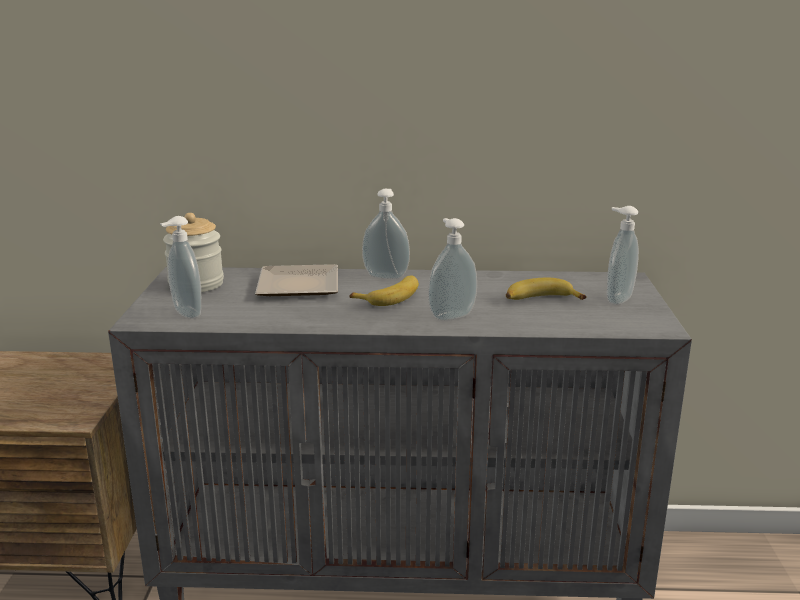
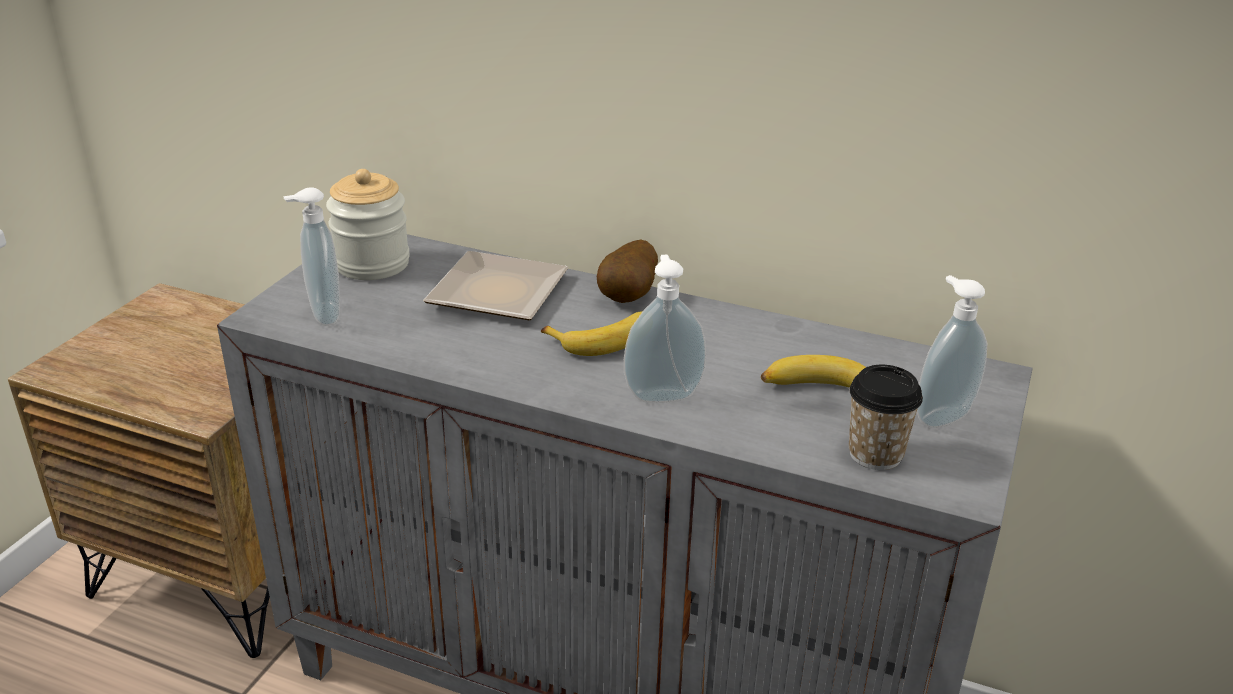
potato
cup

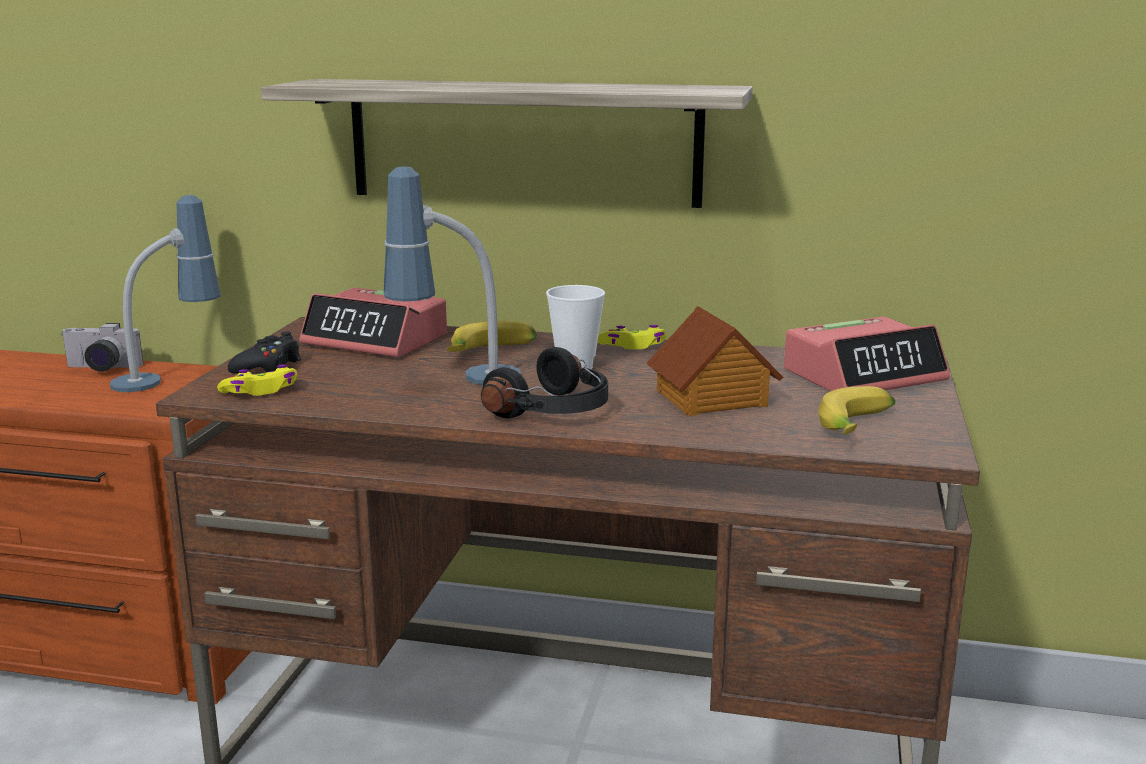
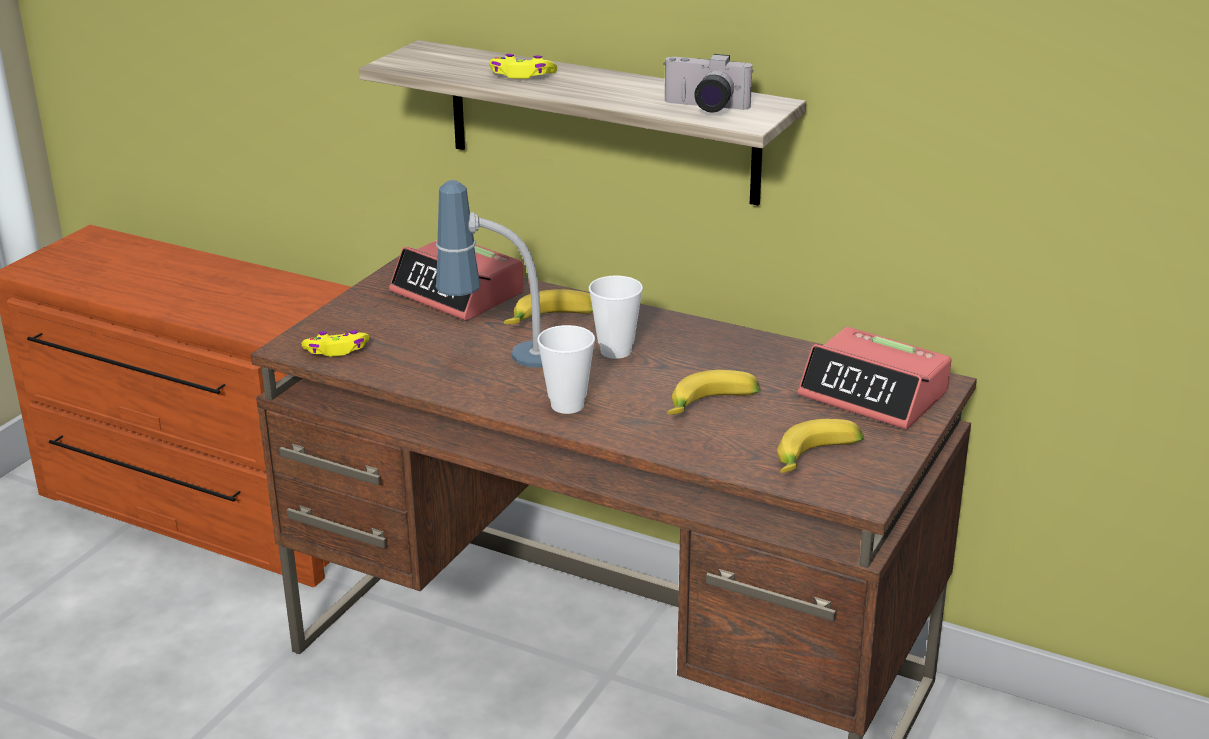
yellow game controller (no. 2 from left)
cup (no. 1 from left)
photo camera
banana (no. 2 from left)
alarm clock (no. 2 from left)
table lamp (no. 1 from left in the first image)
black game controller

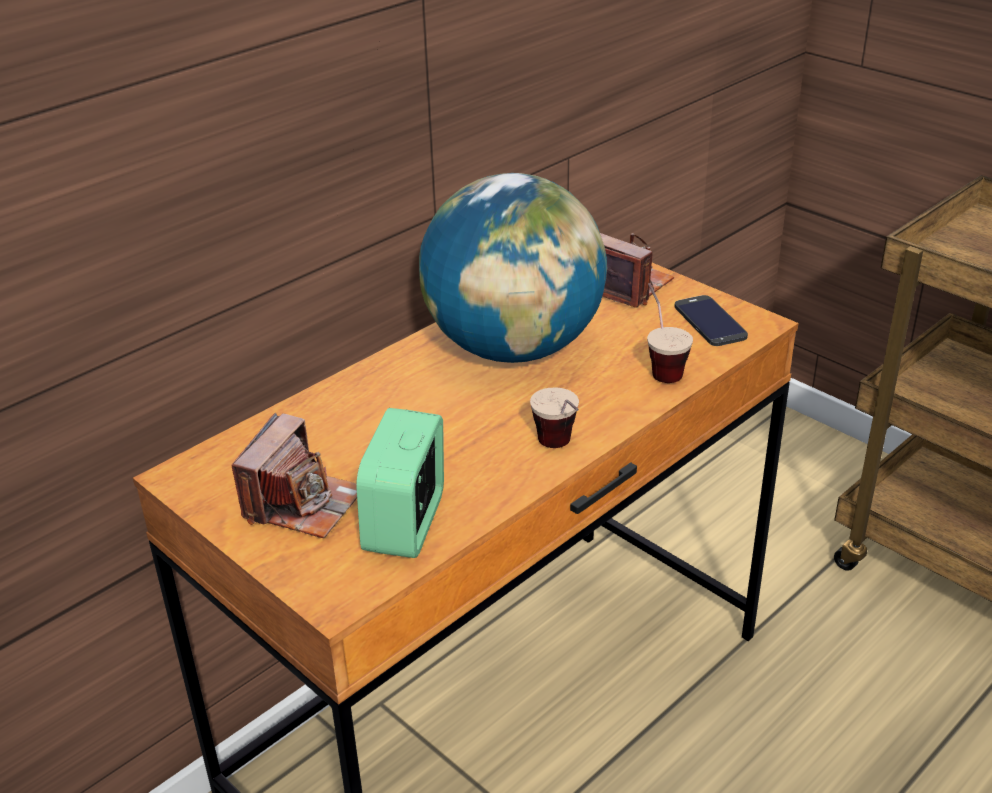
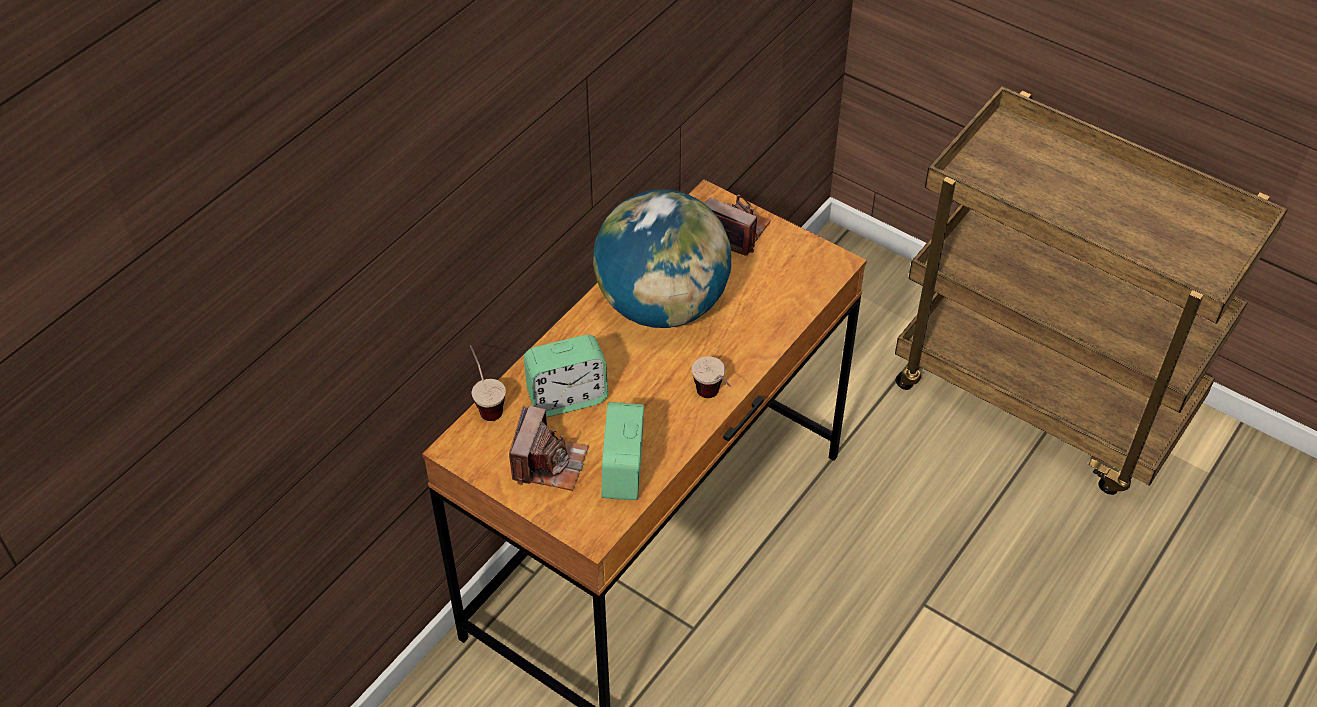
cup (no. 1 from left)
alarm clock (no. 1 from left)
phone

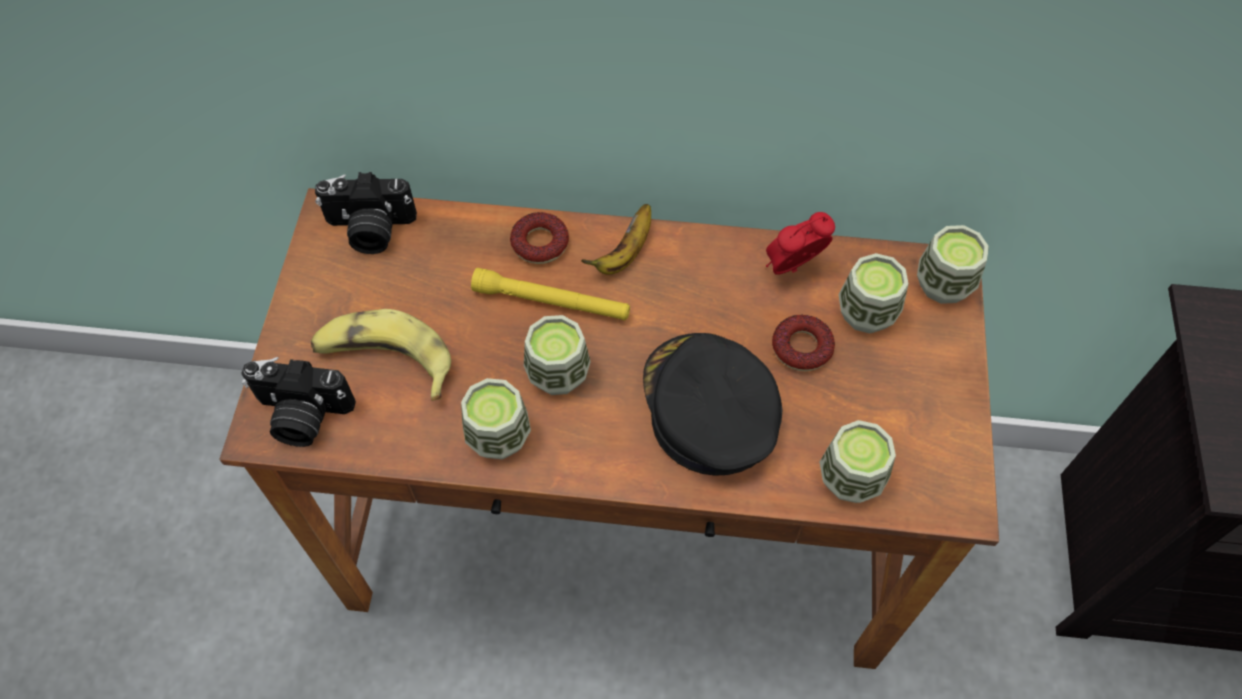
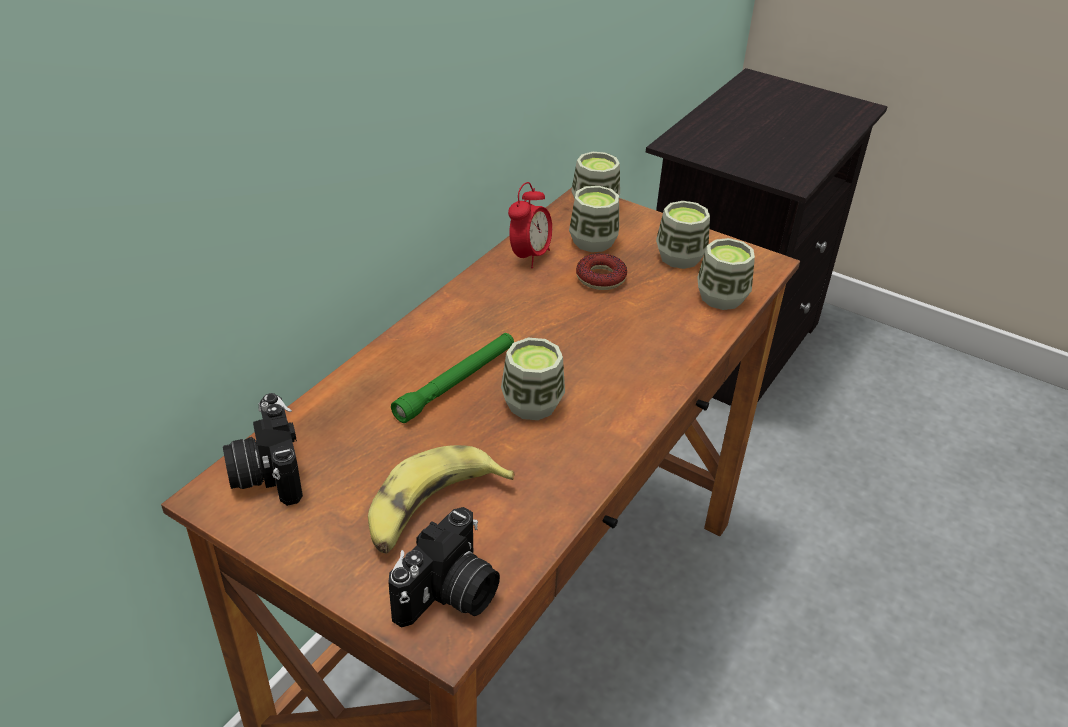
photo camera (no. 1 from left)
green flashlight
alarm clock
cup (no. 4 from left)
donut (no. 1 from left in the first image)
banana (no. 2 from left in the first image)
black cap

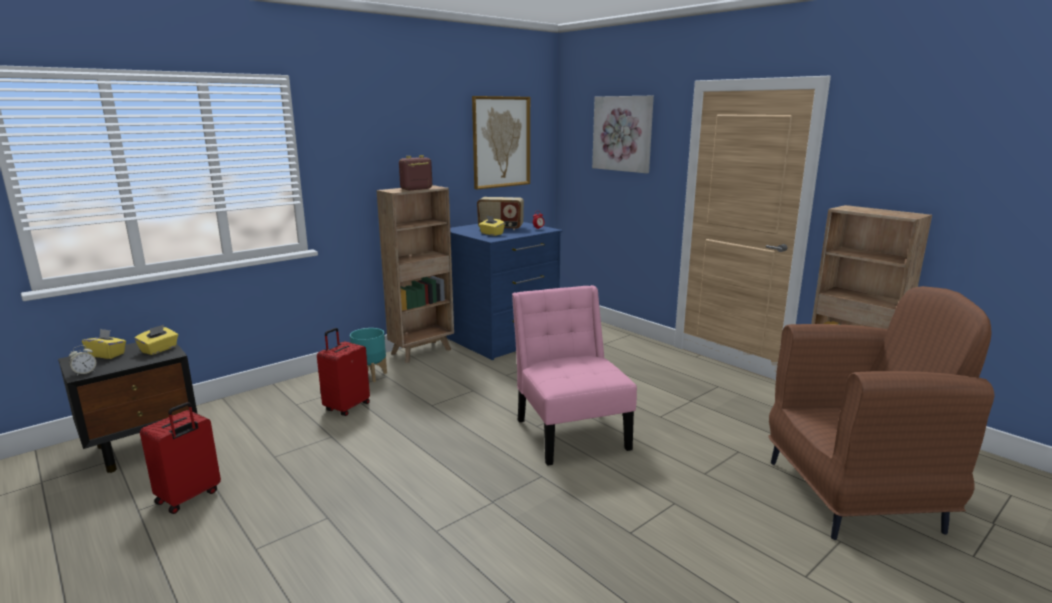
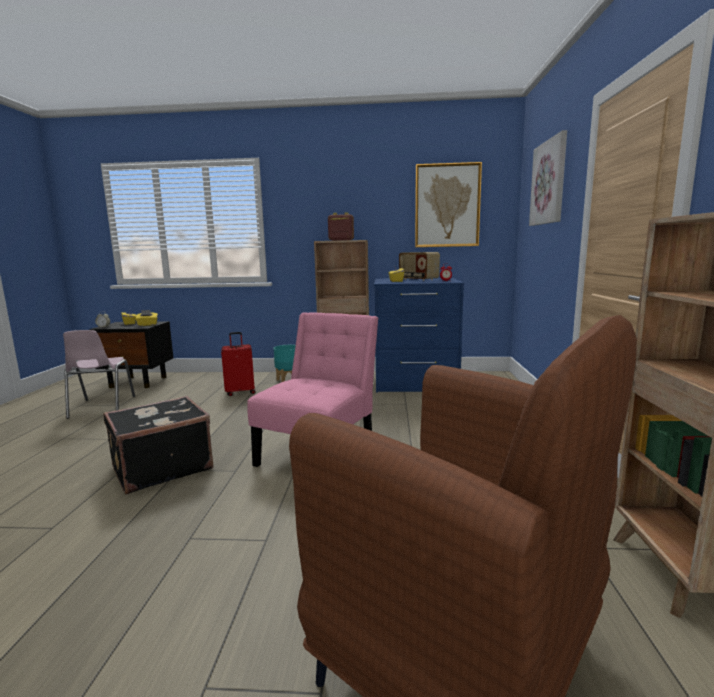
pink chair (no. 1 from left)
black suitcase

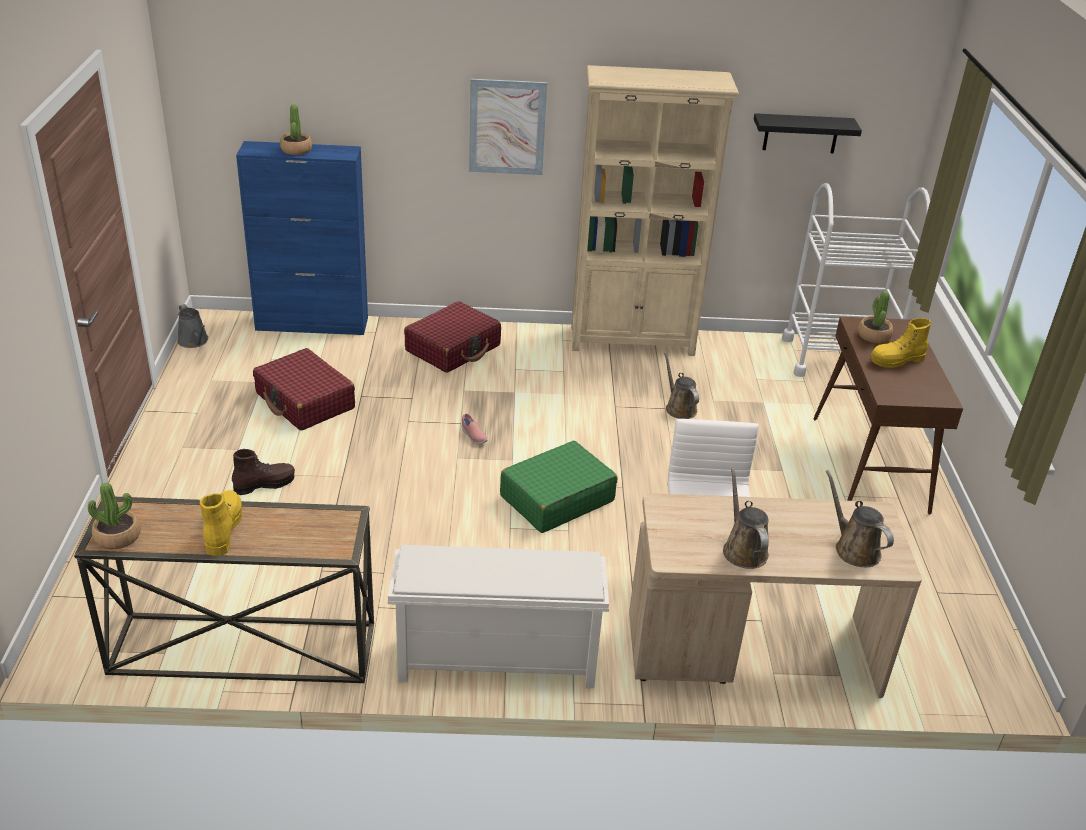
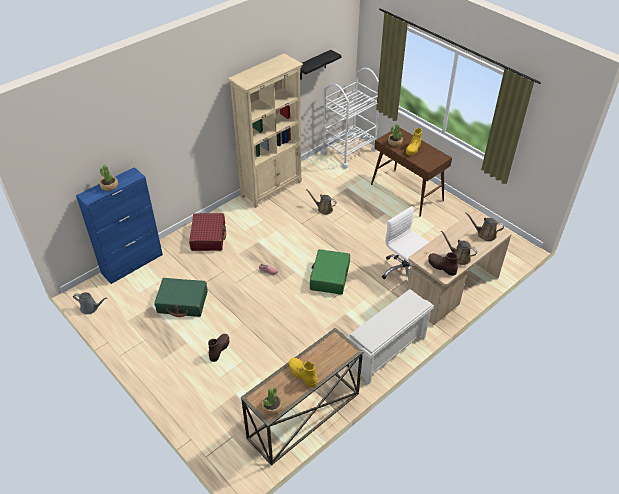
green suitcase (no. 1 from left)
brown boot (no. 2 from left)
picture

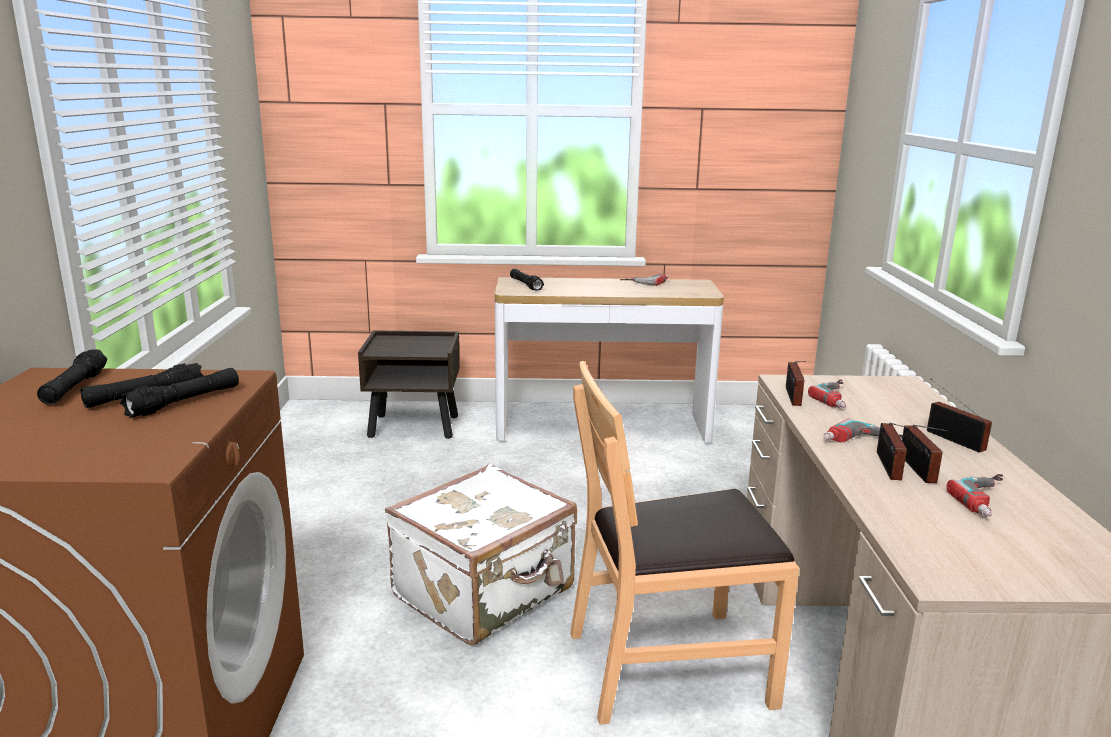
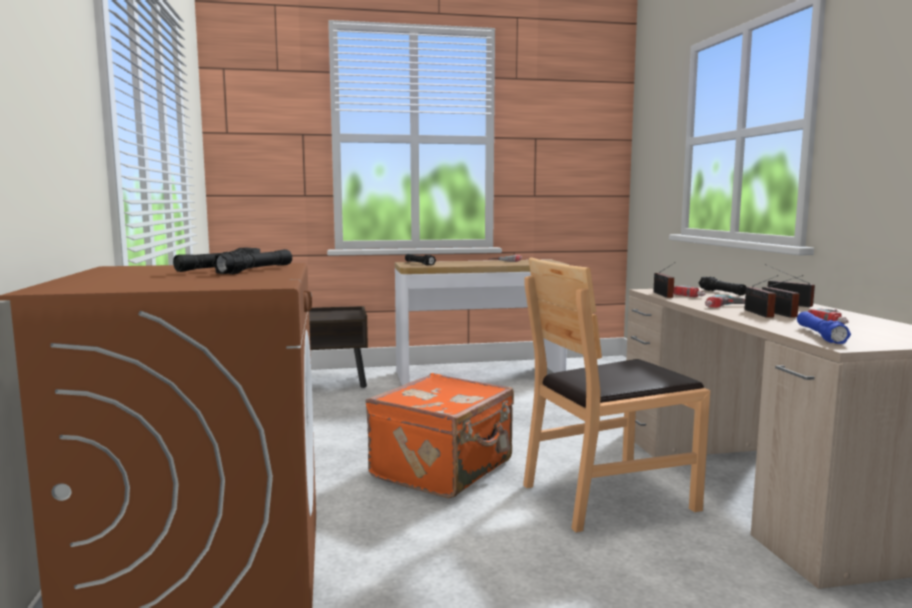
orange suitcase
black flashlight (no. 4 from left)
blue flashlight

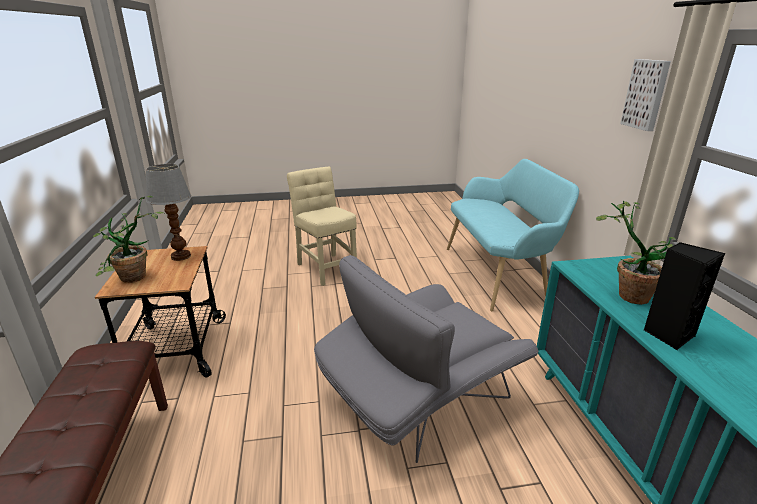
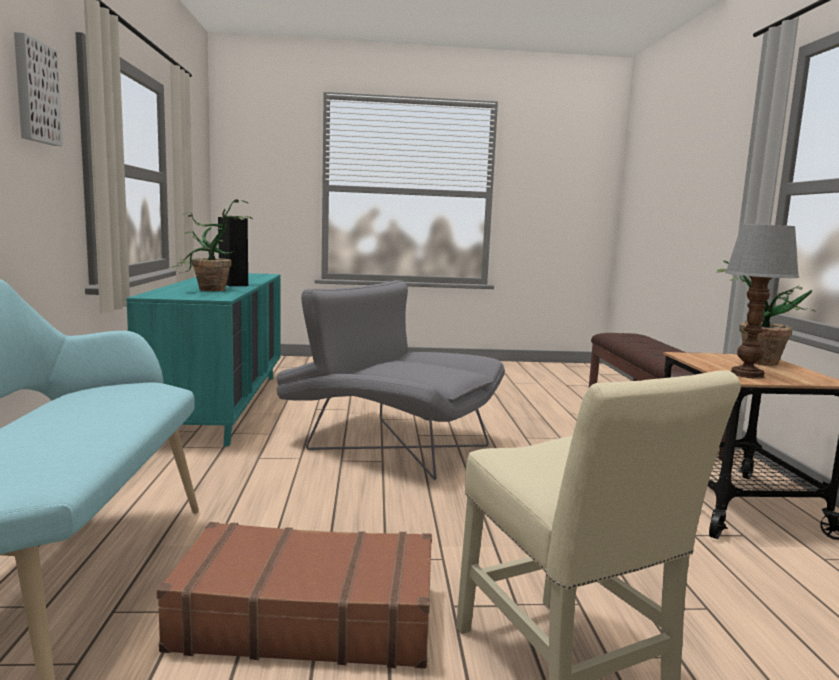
brown suitcase
grey armchair

